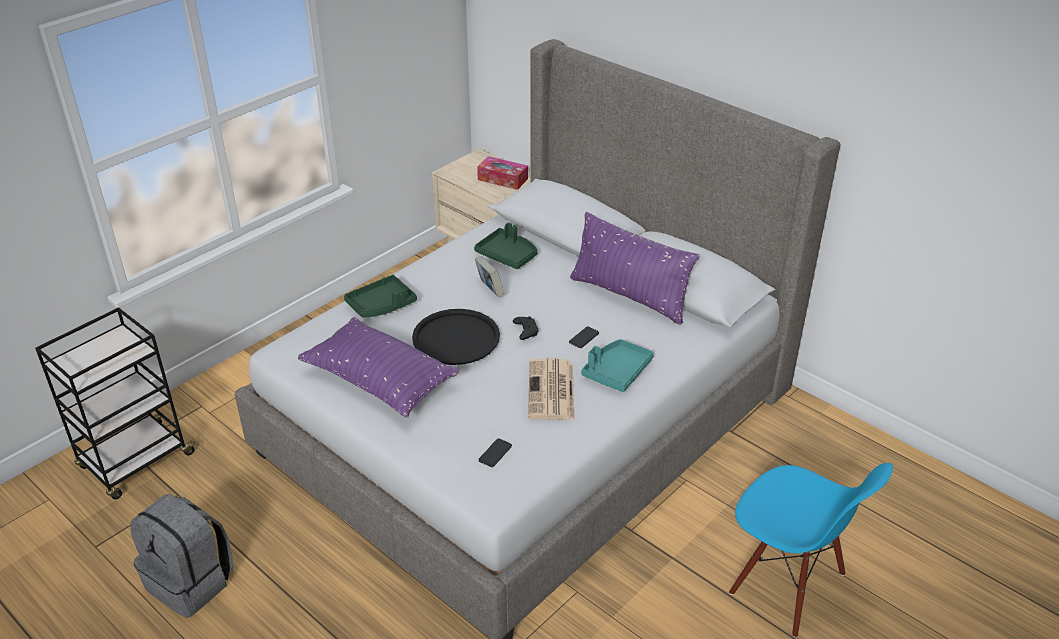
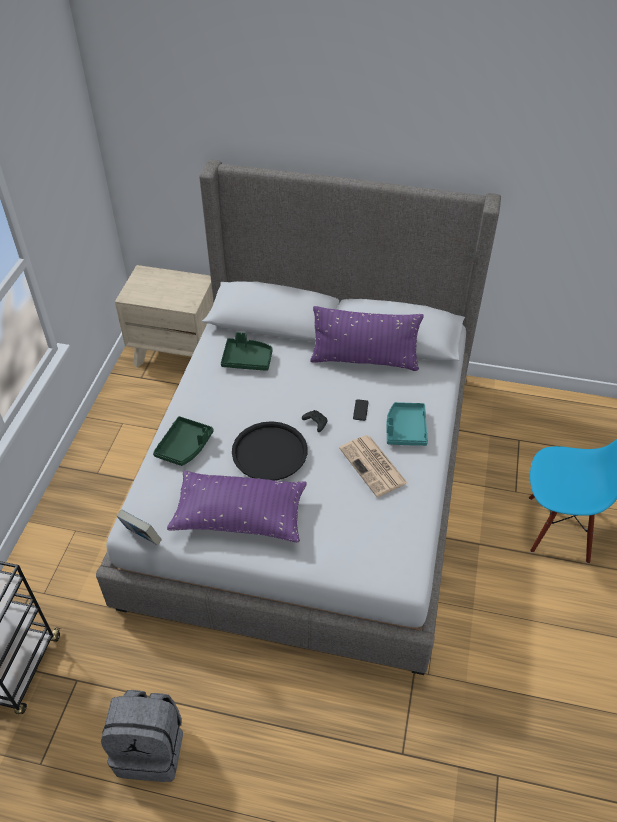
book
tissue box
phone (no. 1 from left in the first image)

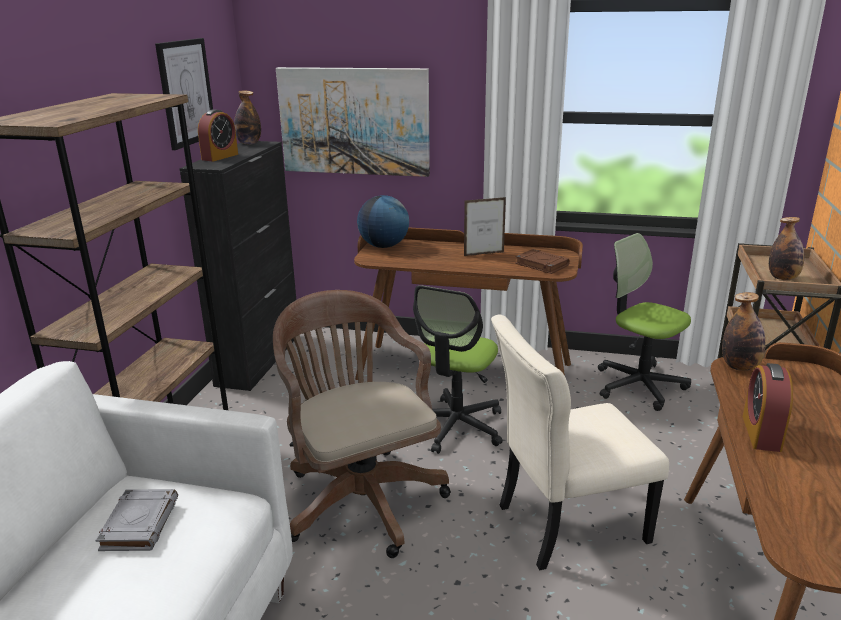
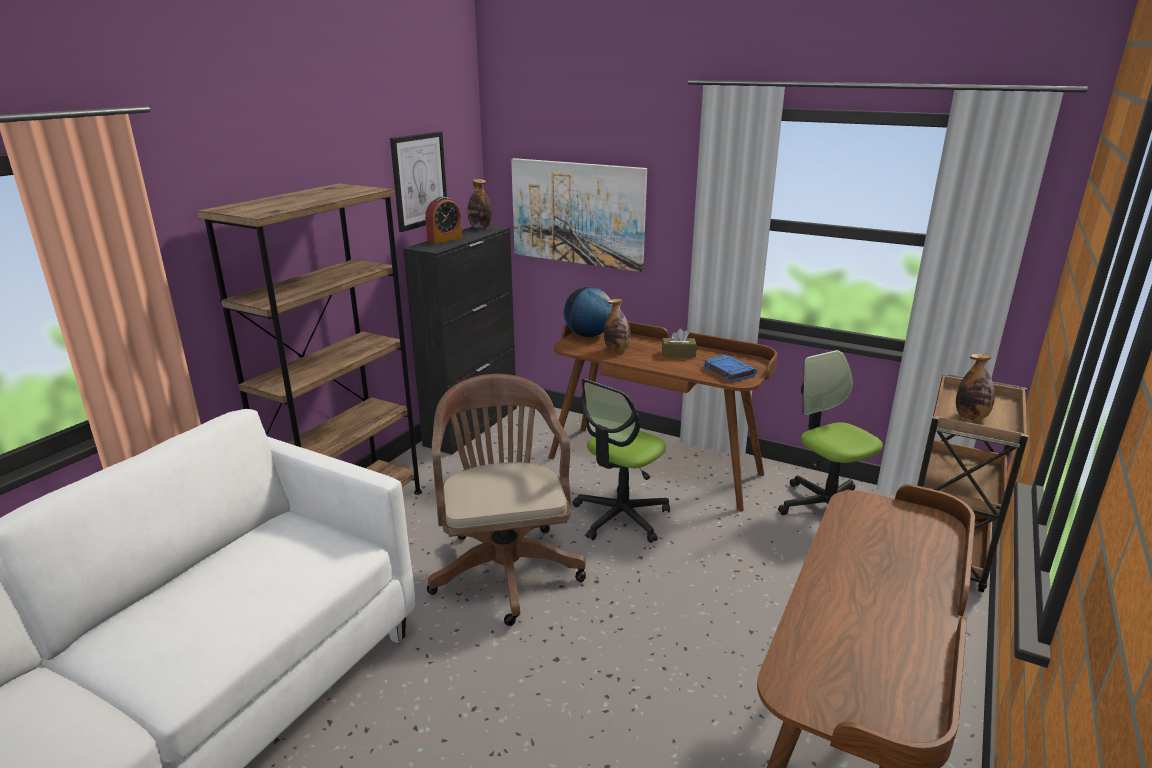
bottle (no. 2 from left)
brown tissue box
blue book
grey book
beige chair
alarm clock (no. 2 from left in the first image)

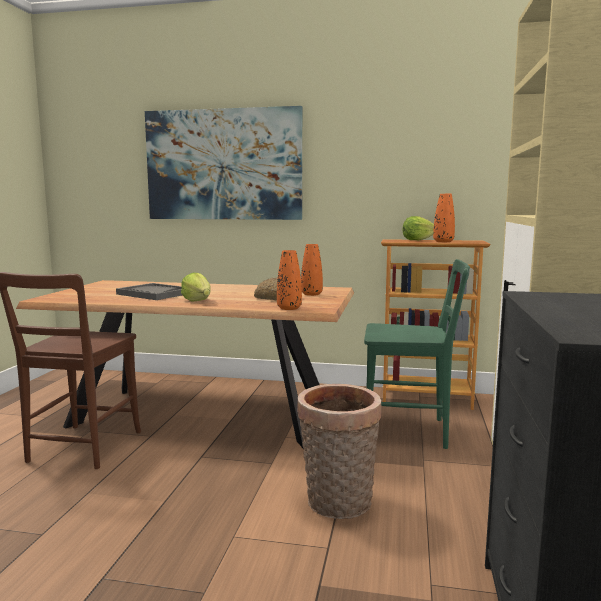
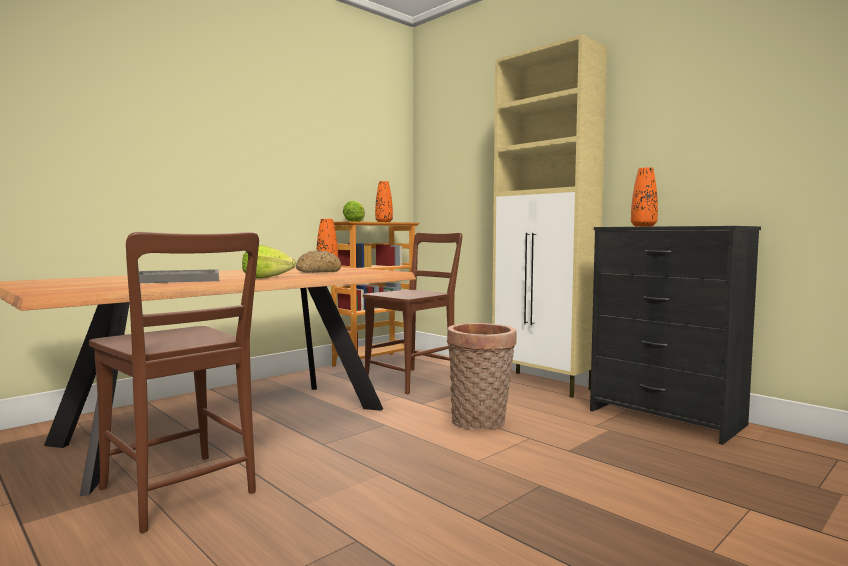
brown chair (no. 2 from left)
orange vase (no. 3 from left)
picture

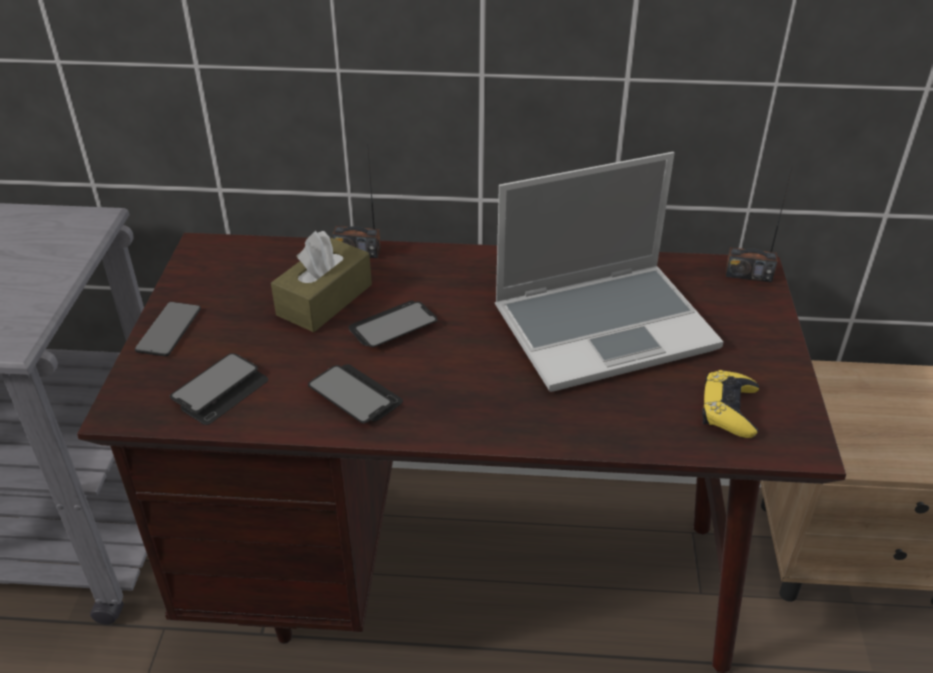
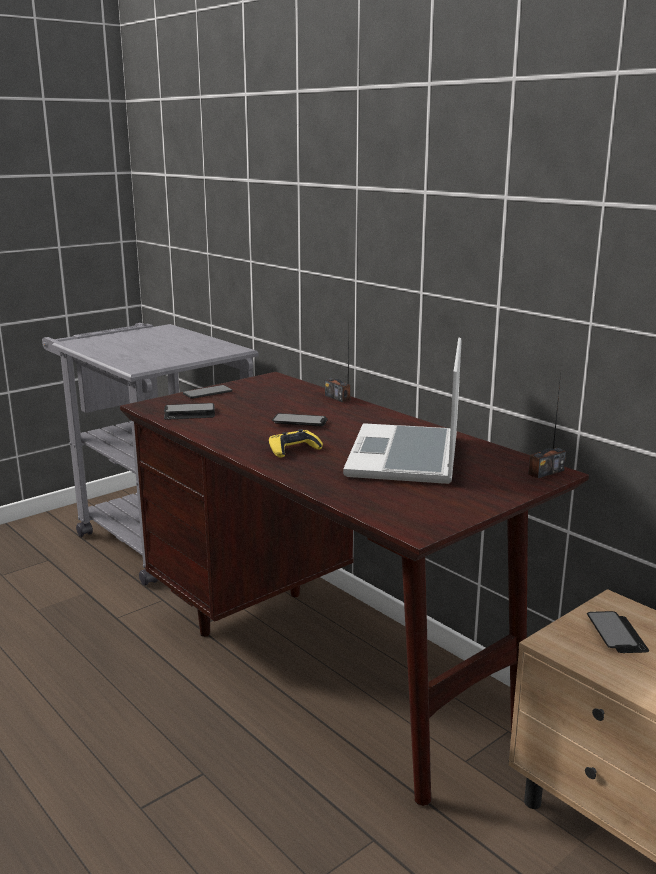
yellow game controller
laptop
radio (no. 2 from left)
phone (no. 4 from left)
brown tissue box

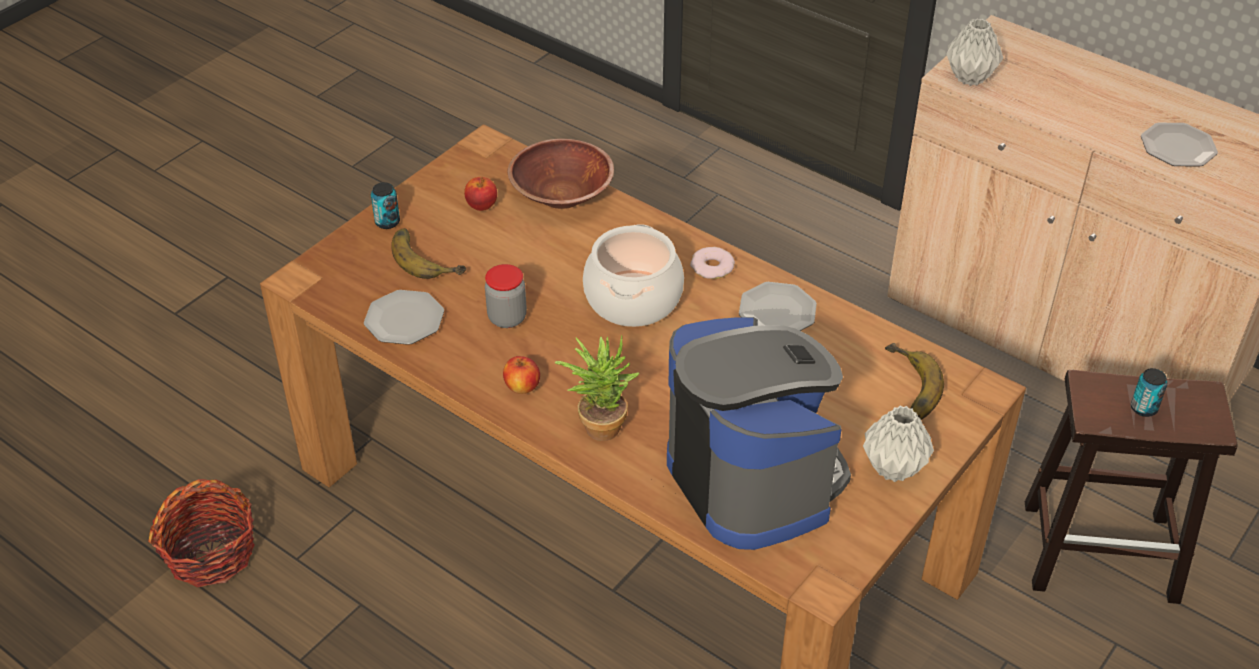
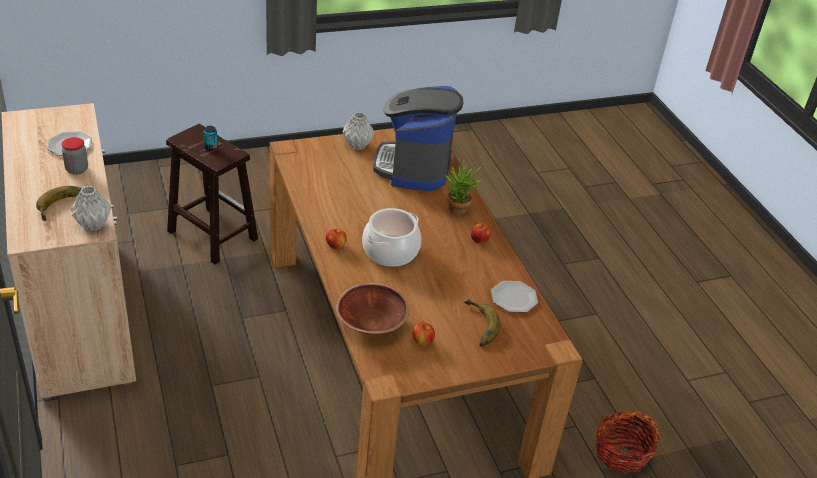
banana (no. 1 from left)
jar
apple (no. 1 from left)
can (no. 1 from left in the first image)
plate (no. 2 from left in the first image)

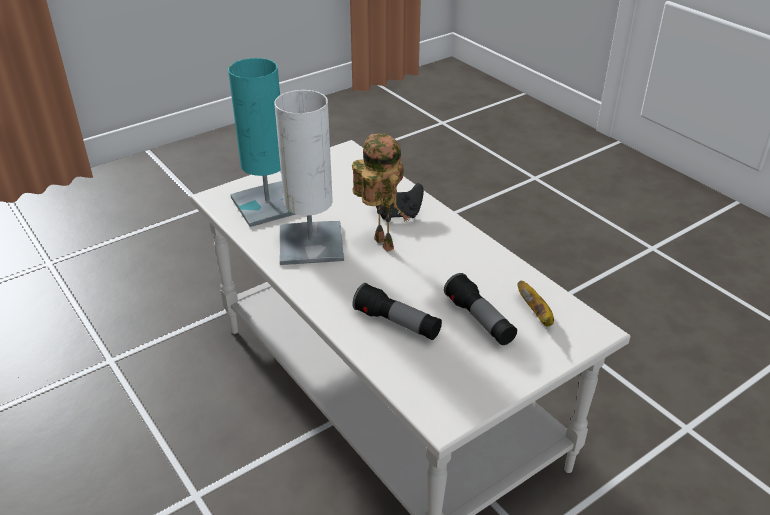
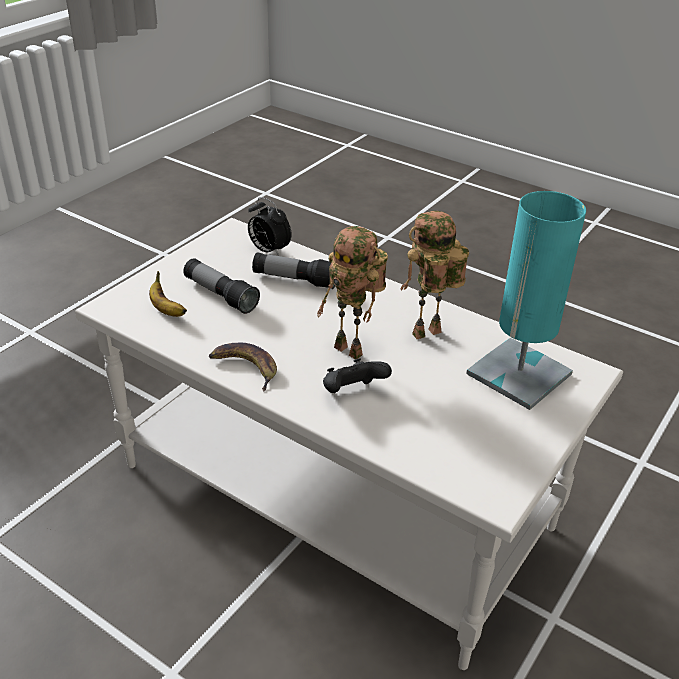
banana (no. 2 from left)
alarm clock
toy robot (no. 2 from left)

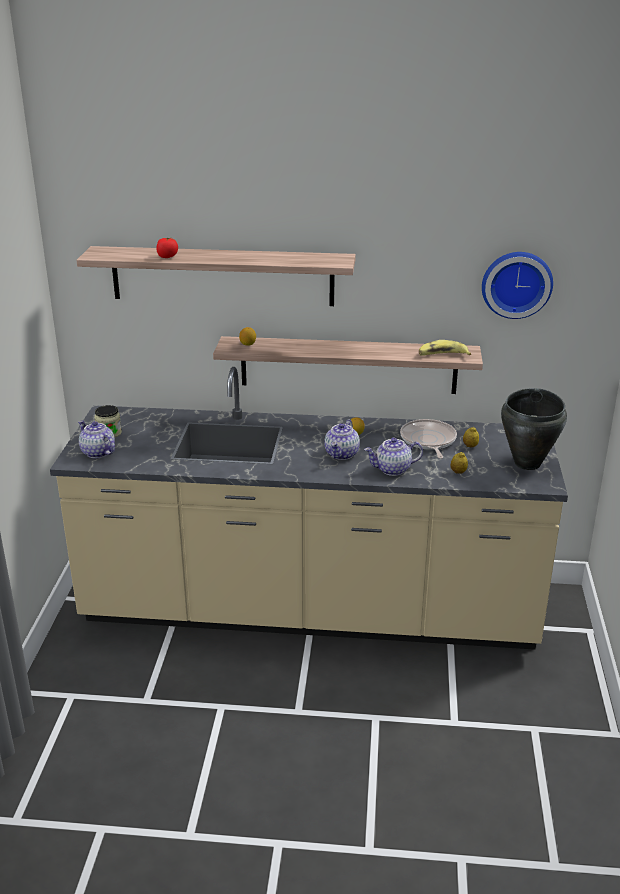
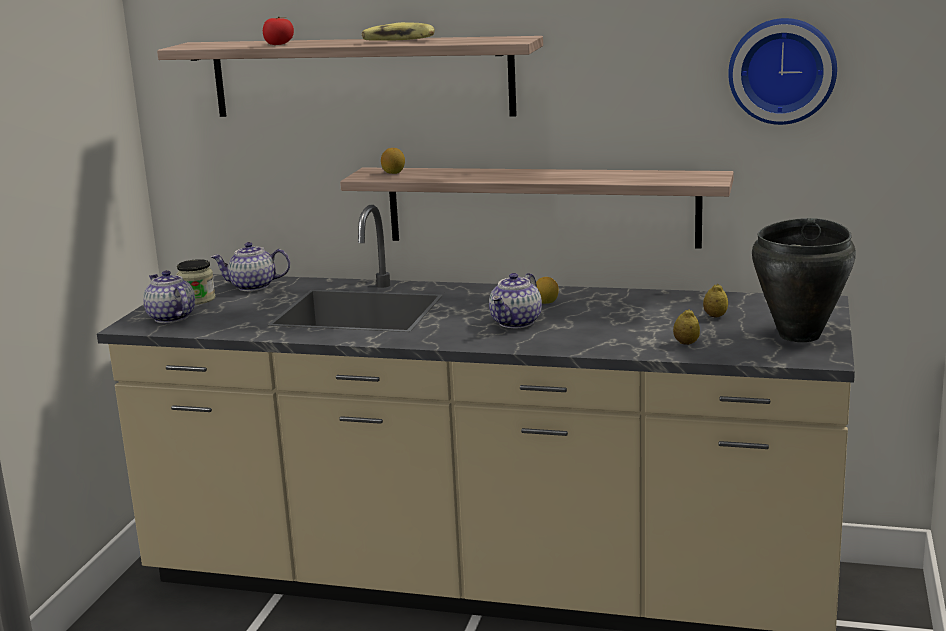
teapot (no. 2 from left)
banana
frying pan

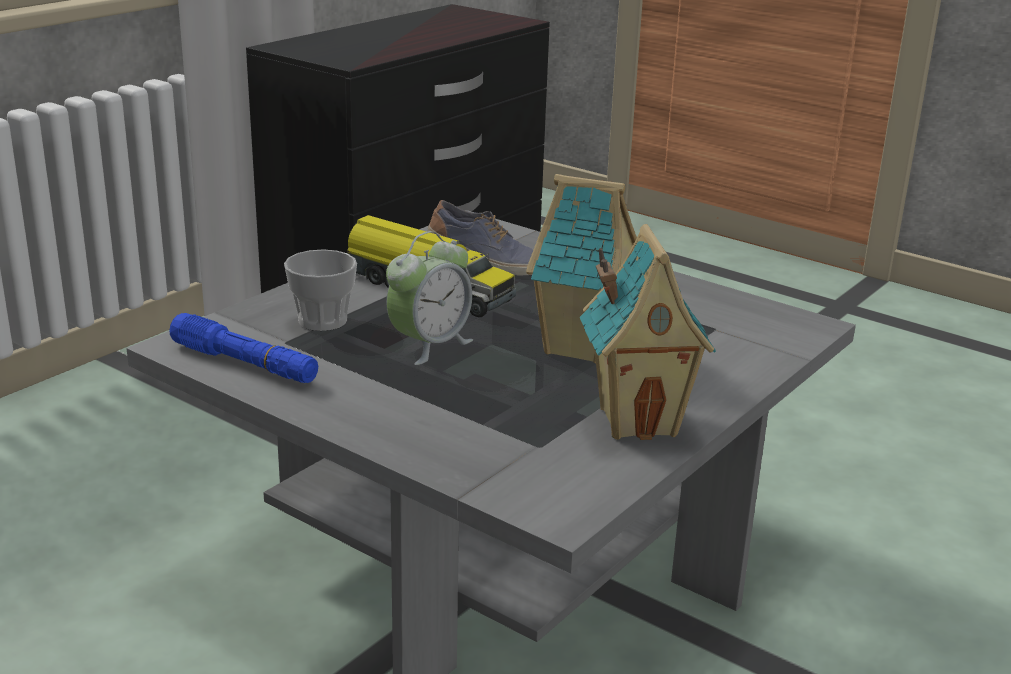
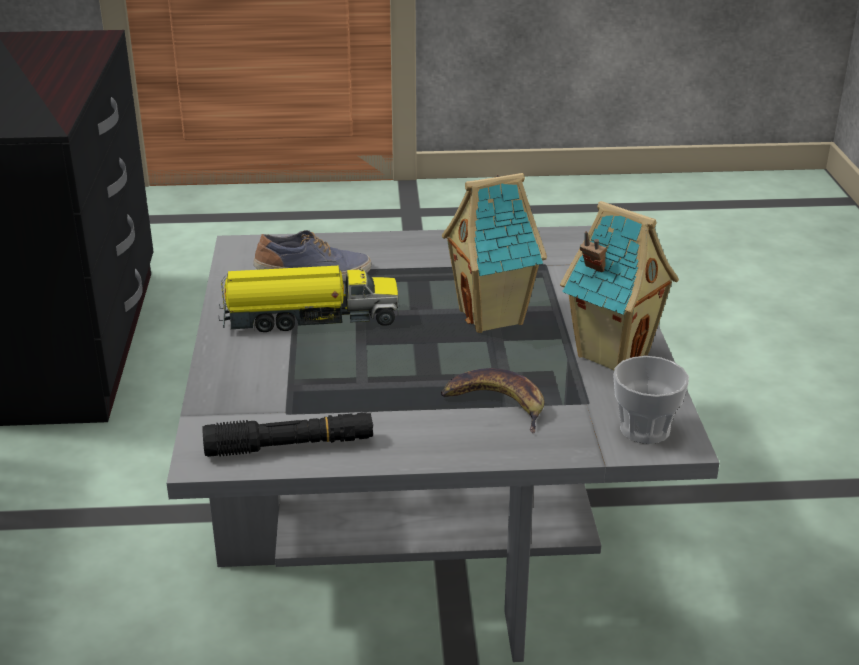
black flashlight
banana
cup
alarm clock

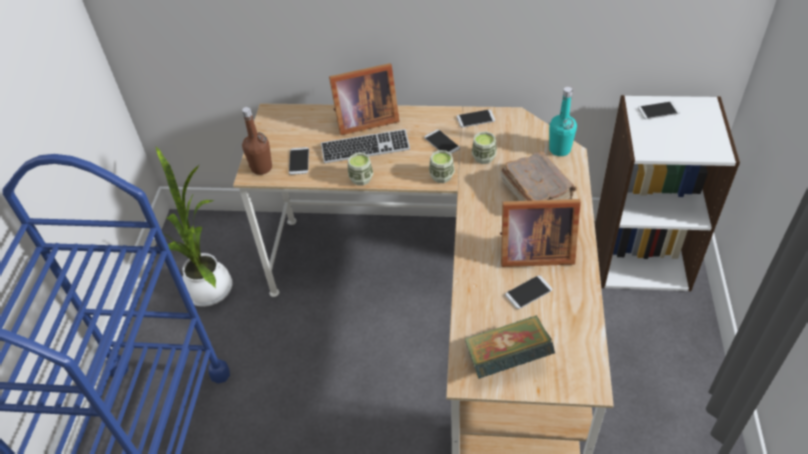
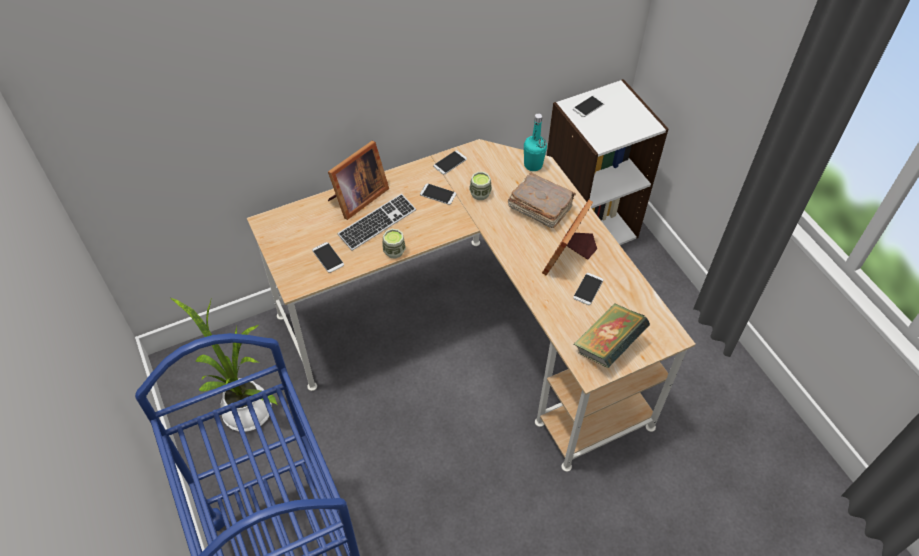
picture frame (no. 2 from left)
brown bottle
cup (no. 2 from left in the first image)

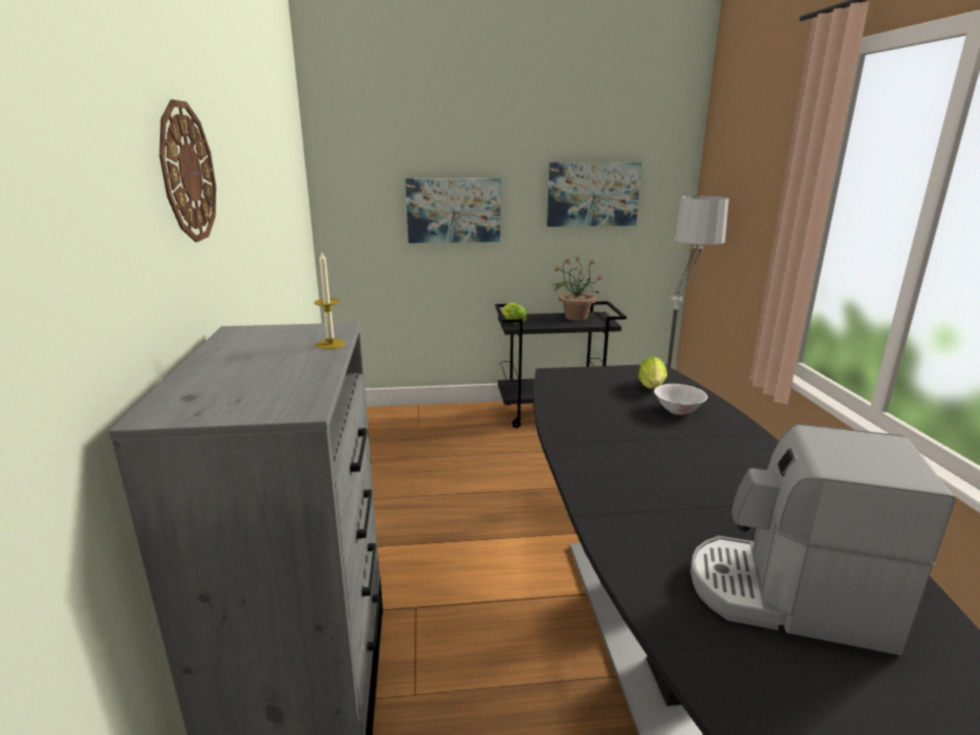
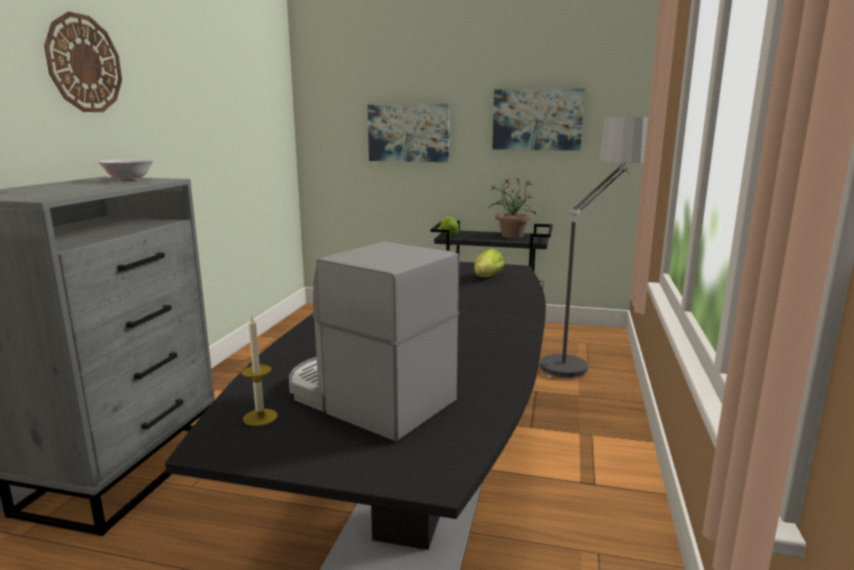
white bowl
candle

